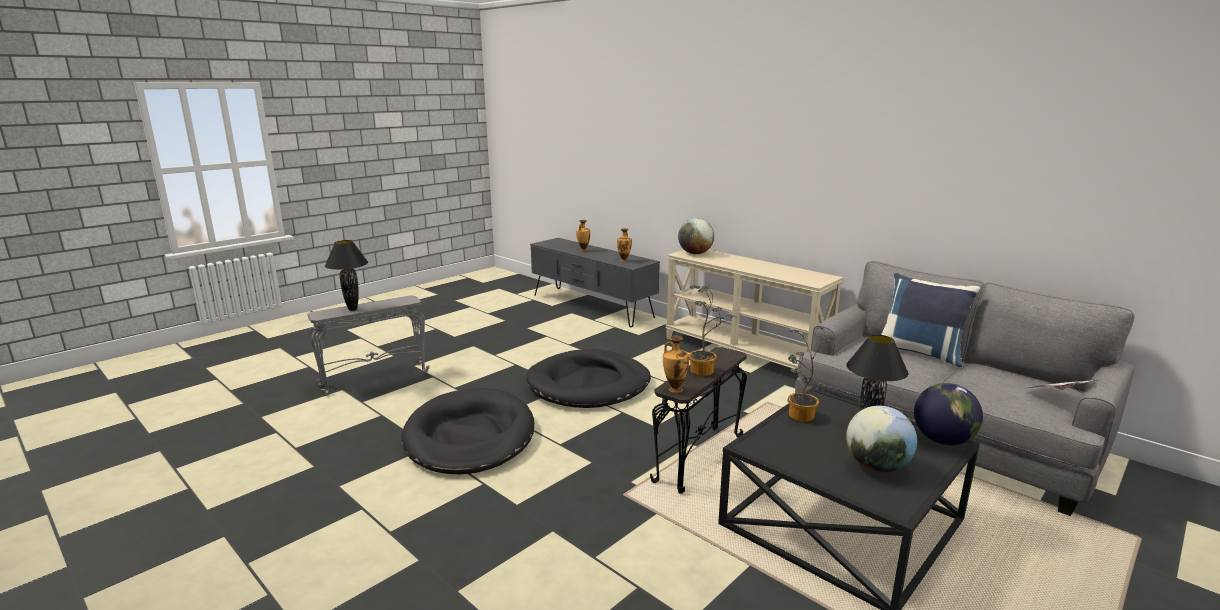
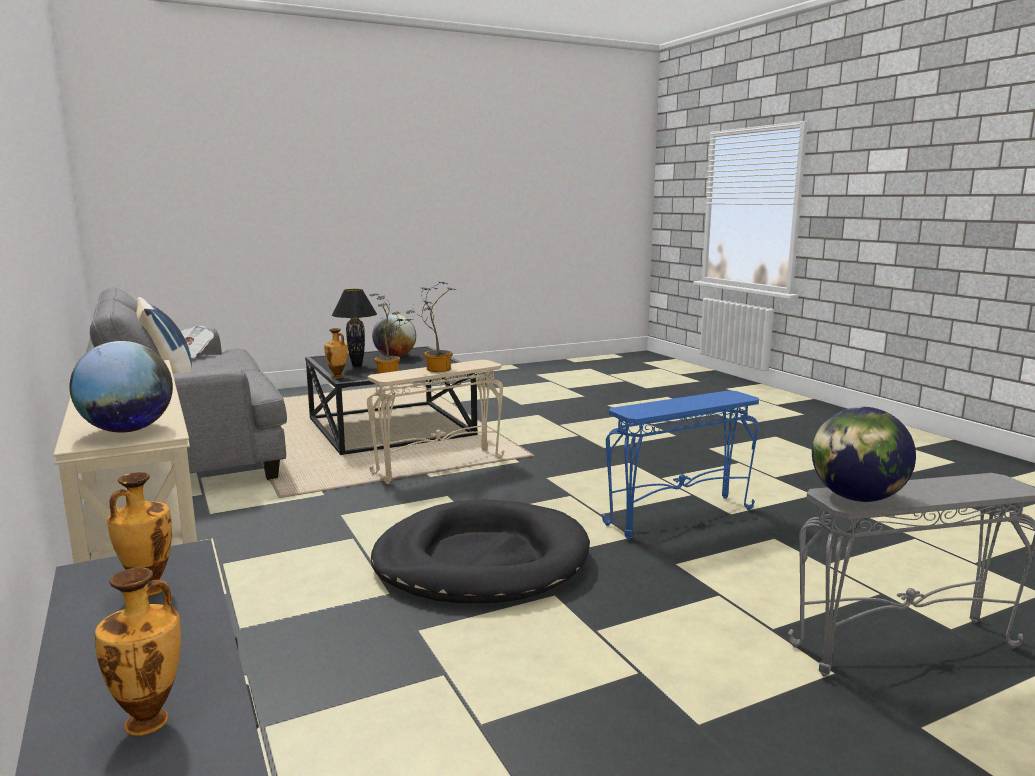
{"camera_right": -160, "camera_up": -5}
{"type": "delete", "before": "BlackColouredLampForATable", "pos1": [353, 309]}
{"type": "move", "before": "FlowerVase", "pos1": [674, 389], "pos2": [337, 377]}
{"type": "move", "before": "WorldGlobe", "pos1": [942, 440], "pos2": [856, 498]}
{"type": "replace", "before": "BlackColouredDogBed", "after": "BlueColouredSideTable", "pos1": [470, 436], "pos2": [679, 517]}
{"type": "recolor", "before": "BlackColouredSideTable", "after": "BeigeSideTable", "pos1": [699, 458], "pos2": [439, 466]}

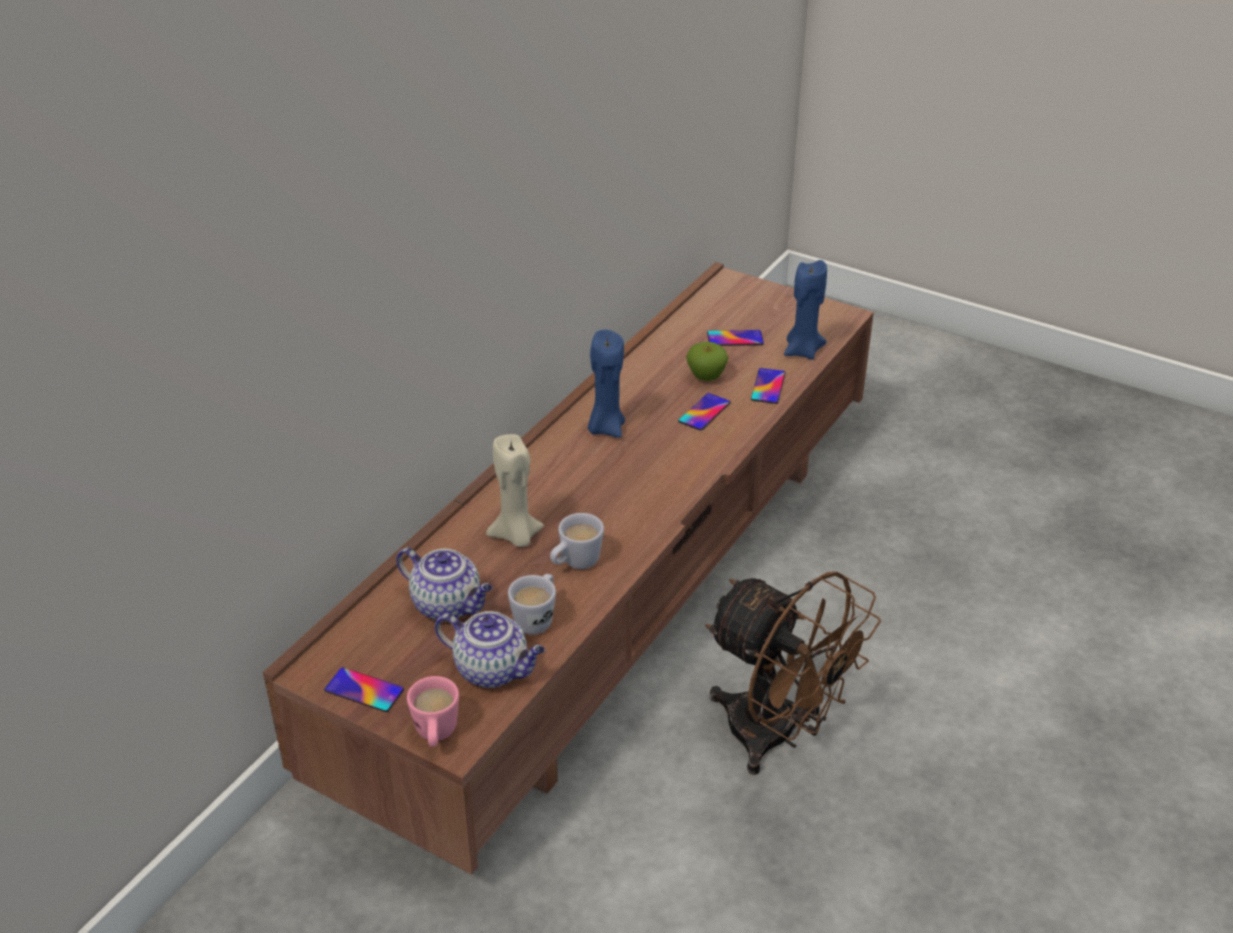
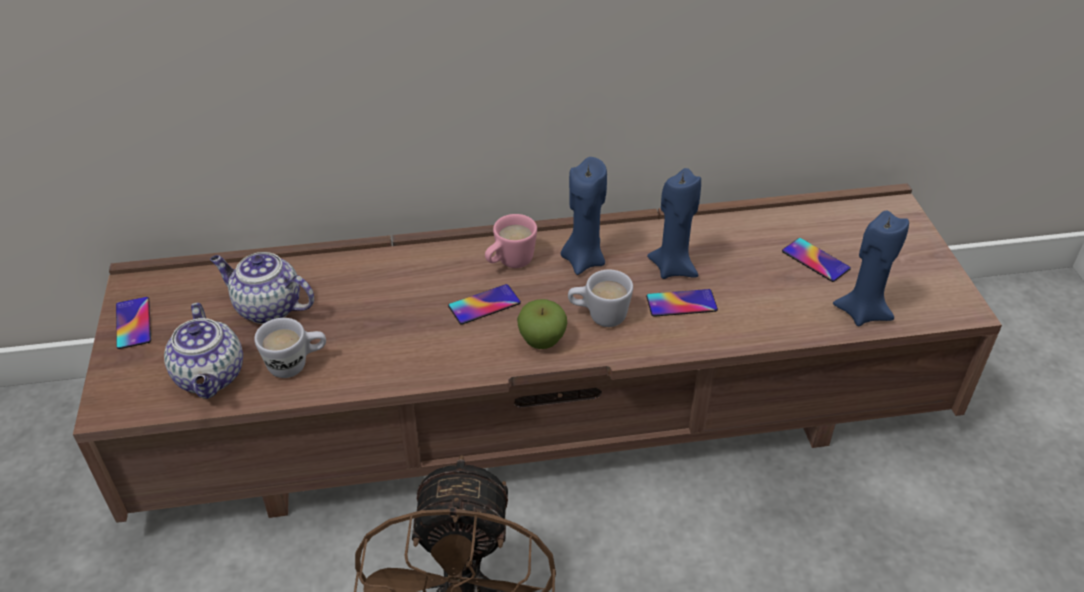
{"camera_right": 50, "camera_up": 5}
{"type": "delete", "before": "BeigeCandle", "pos1": [516, 536]}
{"type": "insert", "after": "BlueColouredCandle", "pos2": [673, 267]}
{"type": "move", "before": "PinkColouredCoffeeMug", "pos1": [436, 736], "pos2": [509, 263]}
{"type": "move", "before": "WhitishCoffeeMug", "pos1": [575, 564], "pos2": [599, 316]}
{"type": "move", "before": "AppleFruit", "pos1": [706, 377], "pos2": [542, 341]}
{"type": "move", "before": "Telephone", "pos1": [768, 386], "pos2": [484, 305]}
{"type": "rotate", "before": "TeaPot", "pos1": [448, 606], "pos2": [267, 308], "turn": 120}

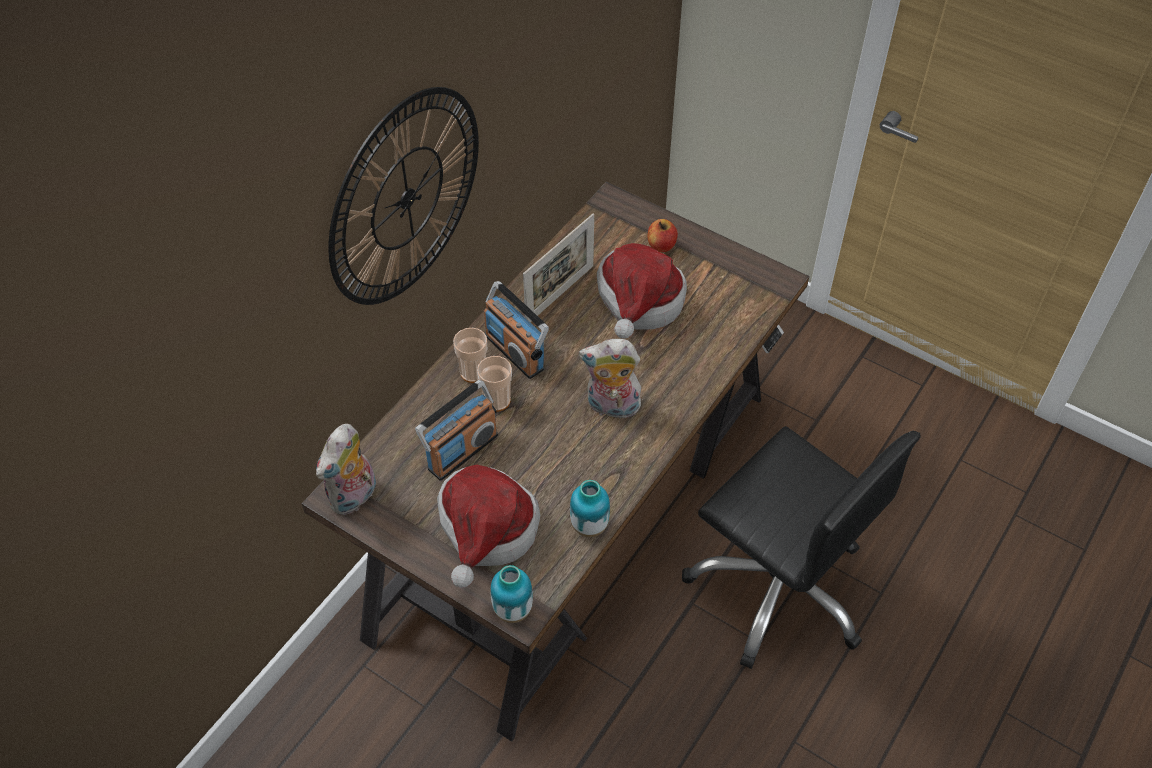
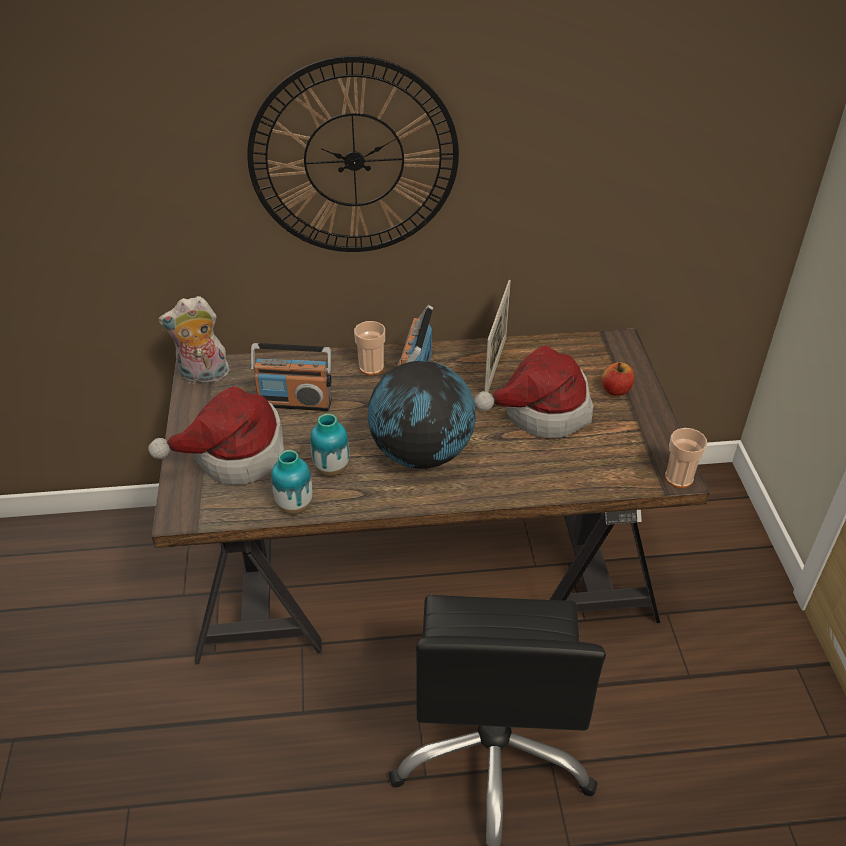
{"camera_right": 50, "camera_up": -10}
{"type": "move", "before": "SmallCup", "pos1": [497, 400], "pos2": [679, 478]}
{"type": "move", "before": "FlowerVase", "pos1": [513, 610], "pos2": [331, 469]}
{"type": "replace", "before": "SoftToy", "after": "WorldGlobe", "pos1": [611, 407], "pos2": [422, 453]}
{"type": "rotate", "before": "PictureFrame", "pos1": [560, 294], "pos2": [495, 367], "turn": -75}

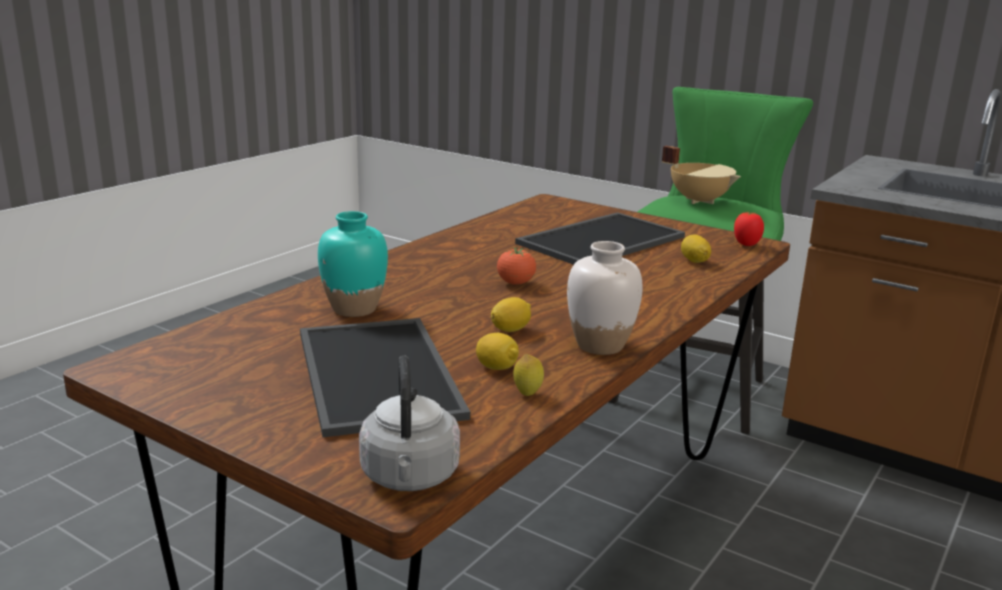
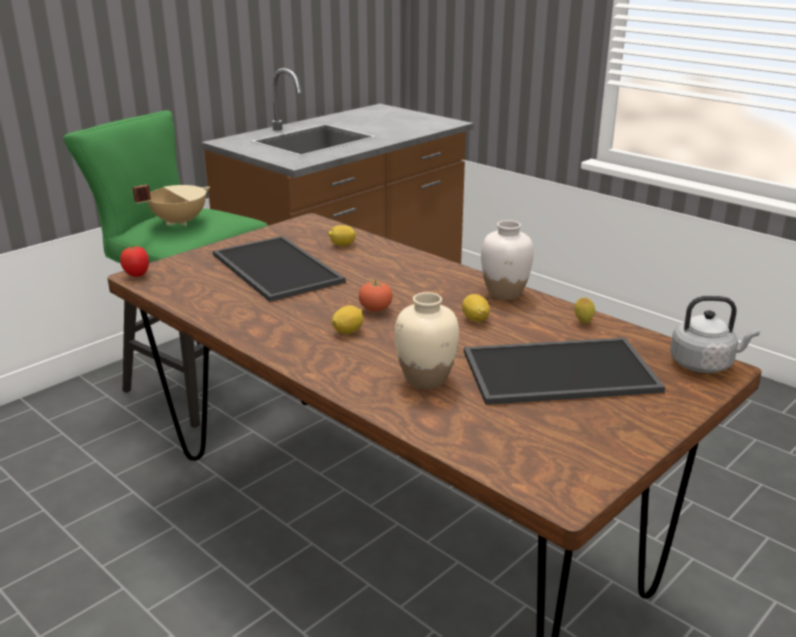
{"camera_right": -80, "camera_up": 5}
{"type": "move", "before": "Lemon", "pos1": [497, 367], "pos2": [348, 331]}
{"type": "move", "before": "FreshTomato", "pos1": [746, 245], "pos2": [137, 275]}
{"type": "recolor", "before": "BlueGreenFlowerVase", "after": "BeigeFlowerVase", "pos1": [354, 309], "pos2": [426, 379]}

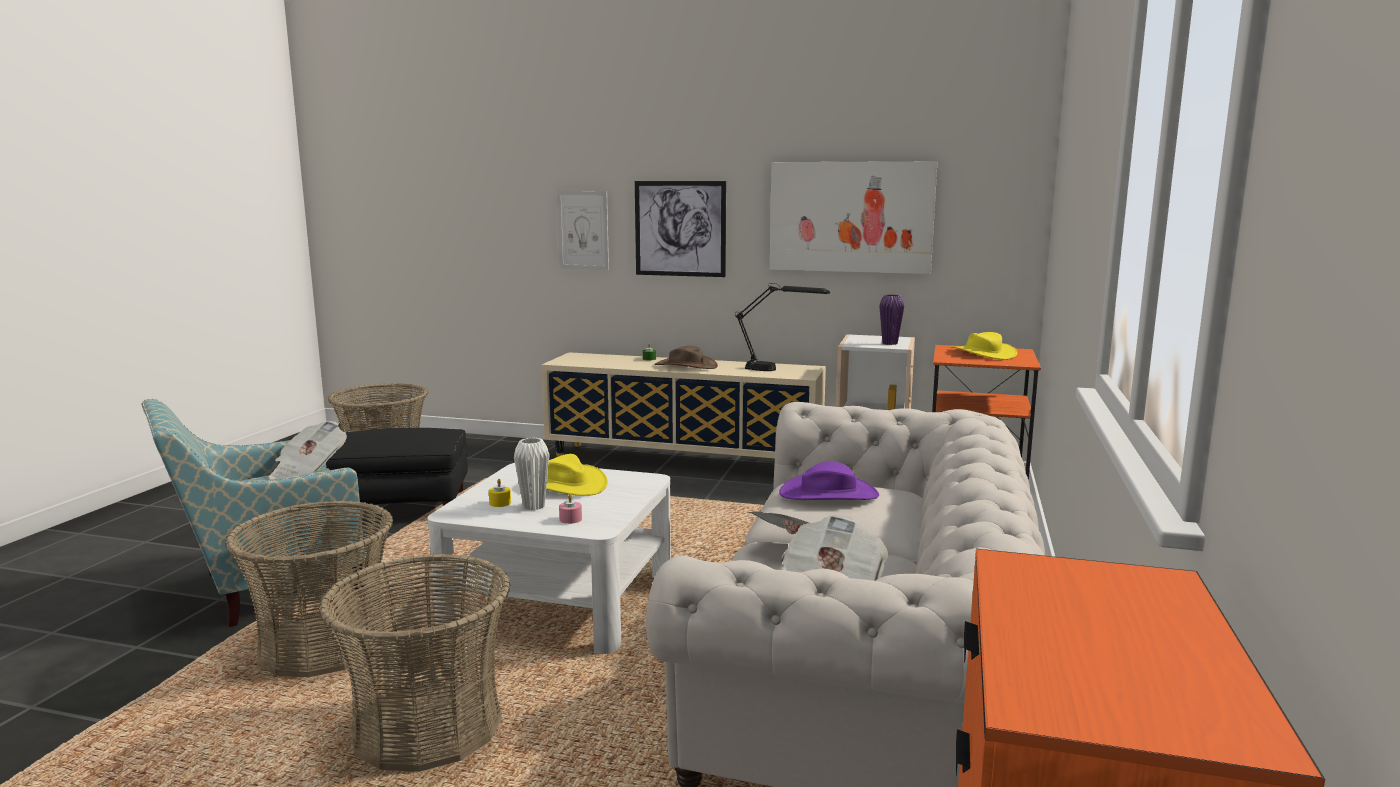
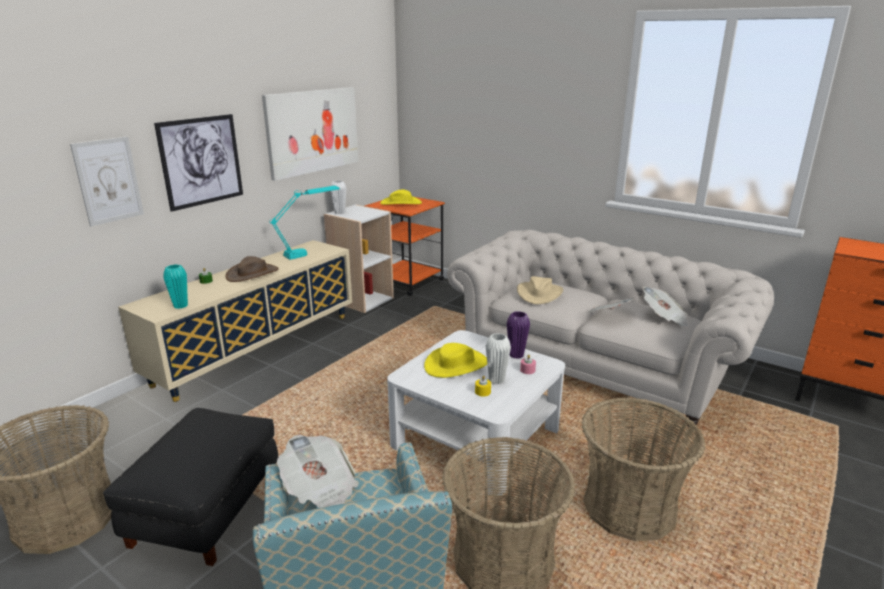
{"camera_right": -70, "camera_up": 10}
{"type": "insert", "after": "BlueGreenFlowerVase", "pos2": [180, 306]}
{"type": "insert", "after": "WhitishFlowerVase", "pos2": [340, 212]}
{"type": "move", "before": "PurpleColouredFlowerVase", "pos1": [889, 343], "pos2": [516, 355]}
{"type": "recolor", "before": "BlackColouredLampForATable", "after": "BlueGreenLampForATable", "pos1": [779, 370], "pos2": [309, 252]}
{"type": "recolor", "before": "PurpleColouredClothingHat", "after": "BeigeClothingHat", "pos1": [828, 494], "pos2": [539, 293]}

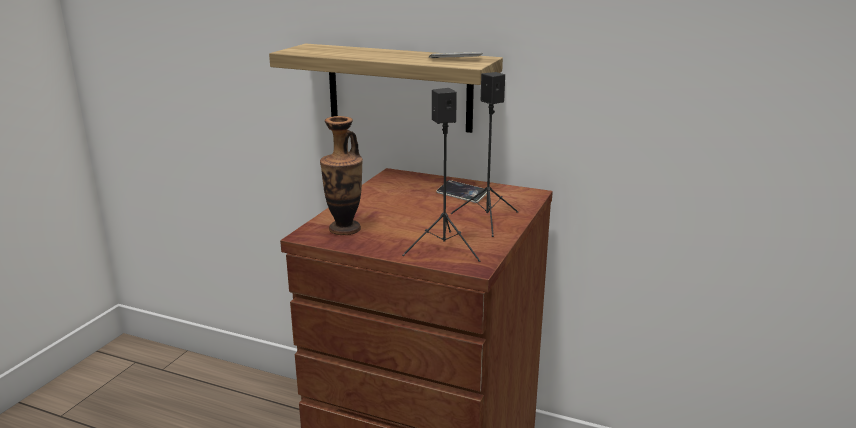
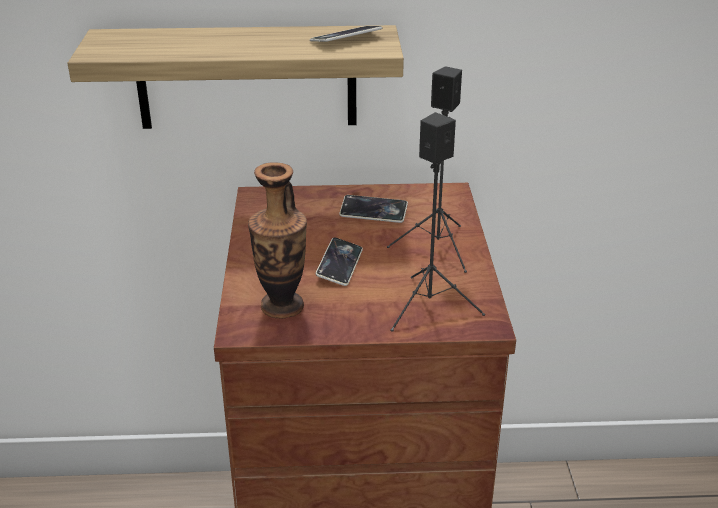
{"camera_right": -25, "camera_up": 10}
{"type": "insert", "after": "Telephone", "pos2": [339, 265]}

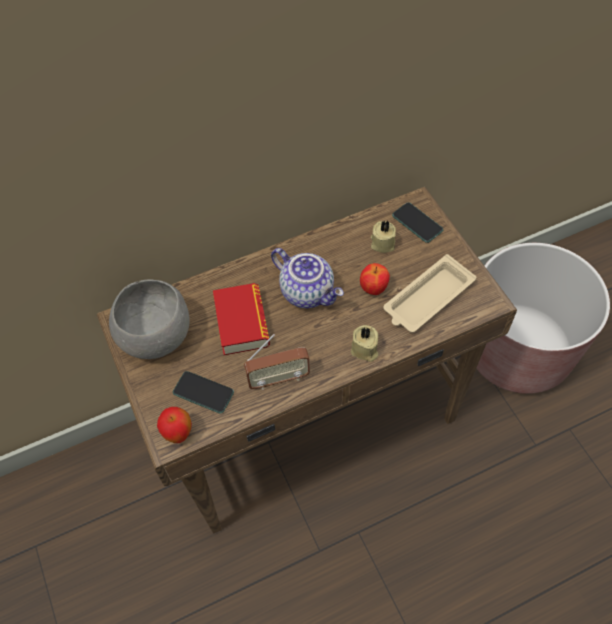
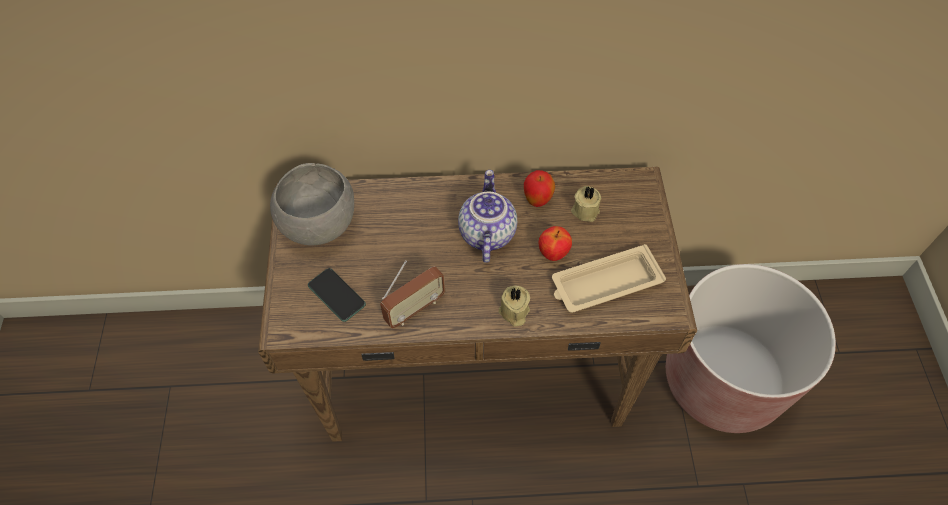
{"camera_right": 20, "camera_up": 0}
{"type": "delete", "before": "Book", "pos1": [242, 323]}
{"type": "delete", "before": "Telephone", "pos1": [417, 223]}
{"type": "move", "before": "AppleFruit", "pos1": [178, 434], "pos2": [537, 200]}
{"type": "rotate", "before": "Radio", "pos1": [278, 379], "pos2": [414, 309], "turn": -45}
{"type": "rotate", "before": "TeaPot", "pos1": [308, 292], "pos2": [485, 233], "turn": -150}

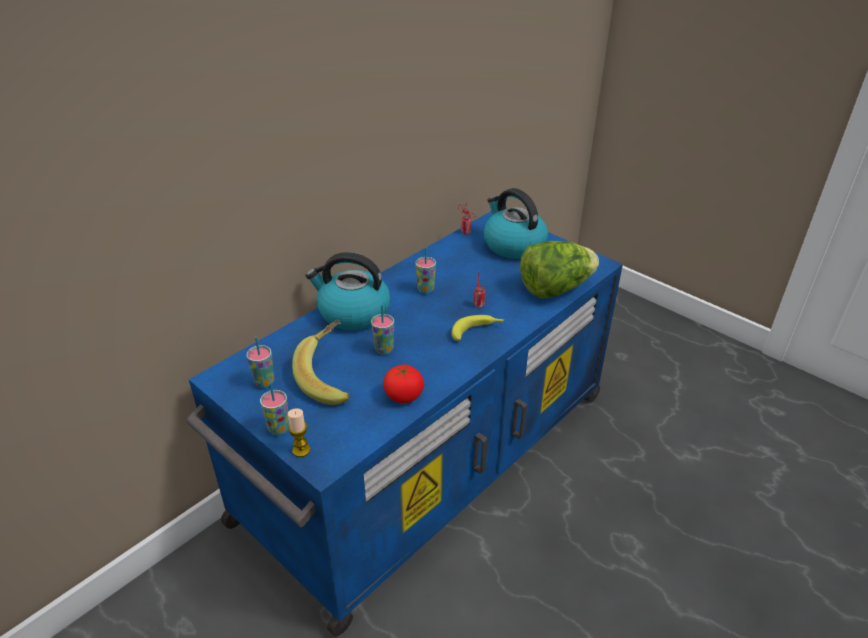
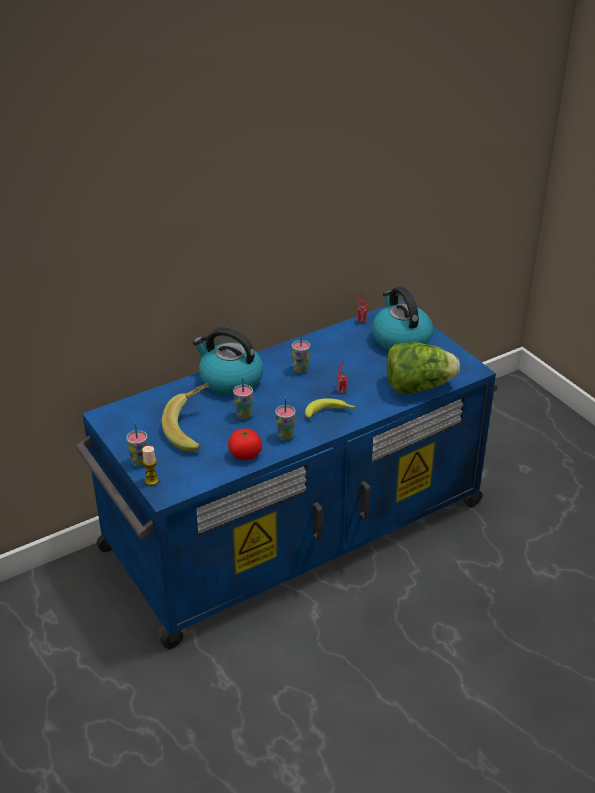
{"camera_right": 15, "camera_up": 0}
{"type": "move", "before": "SmallCup", "pos1": [264, 382], "pos2": [285, 436]}

